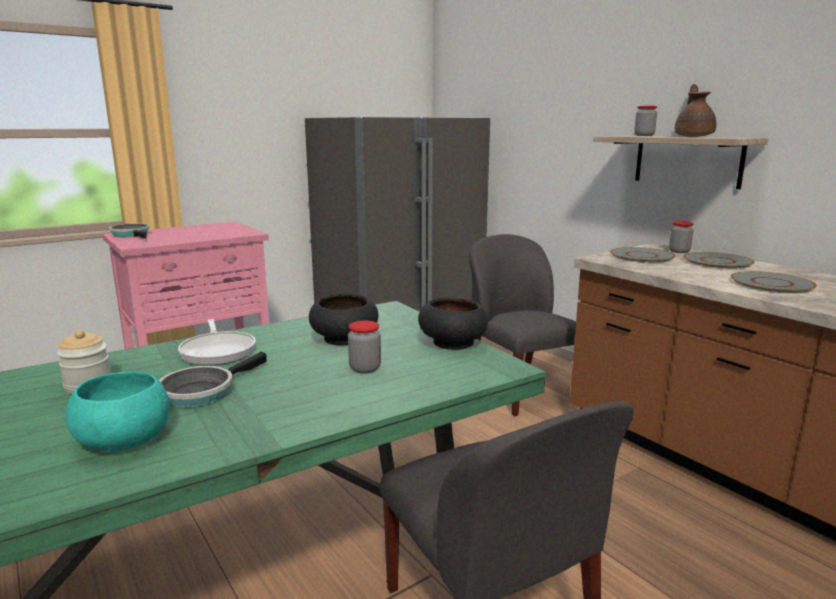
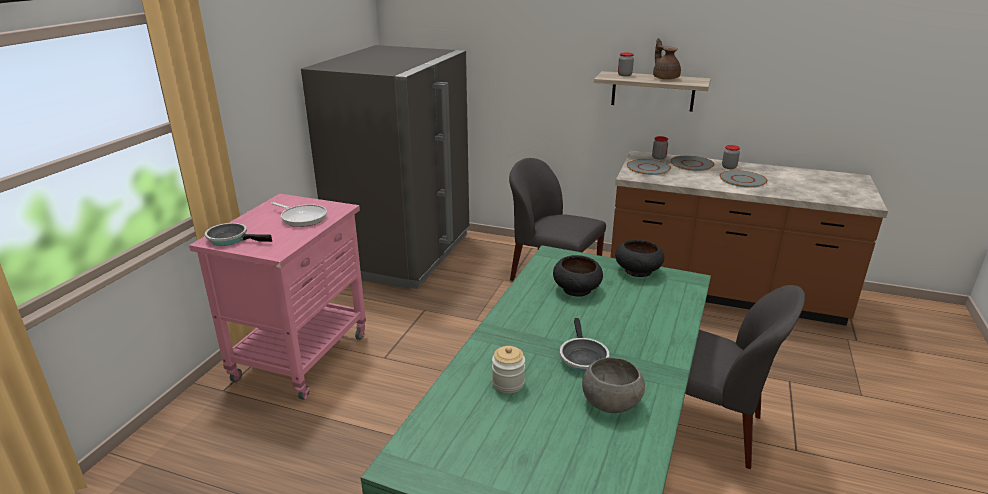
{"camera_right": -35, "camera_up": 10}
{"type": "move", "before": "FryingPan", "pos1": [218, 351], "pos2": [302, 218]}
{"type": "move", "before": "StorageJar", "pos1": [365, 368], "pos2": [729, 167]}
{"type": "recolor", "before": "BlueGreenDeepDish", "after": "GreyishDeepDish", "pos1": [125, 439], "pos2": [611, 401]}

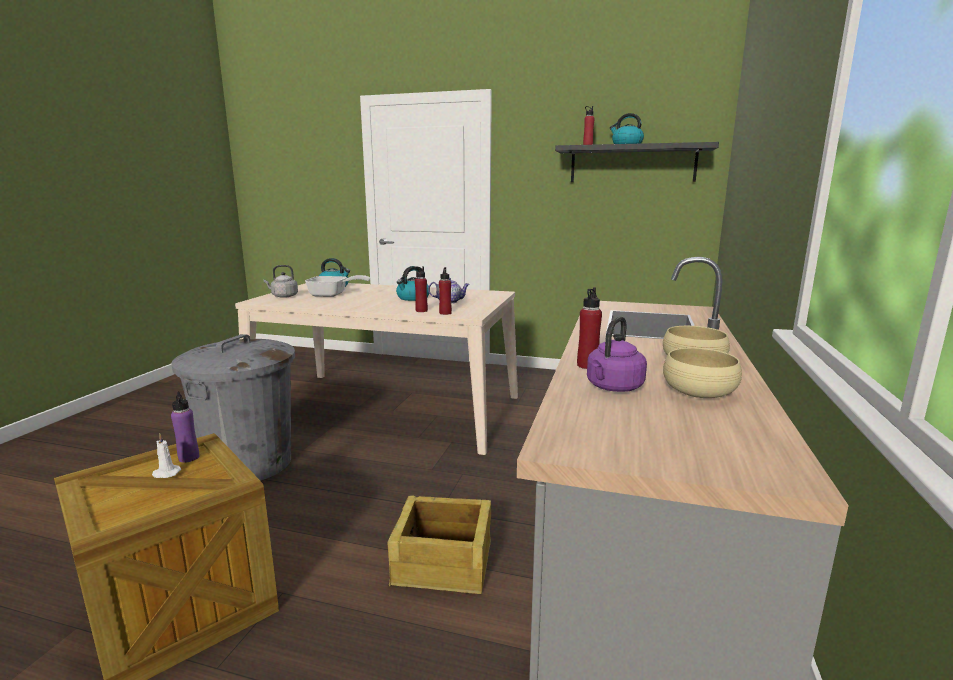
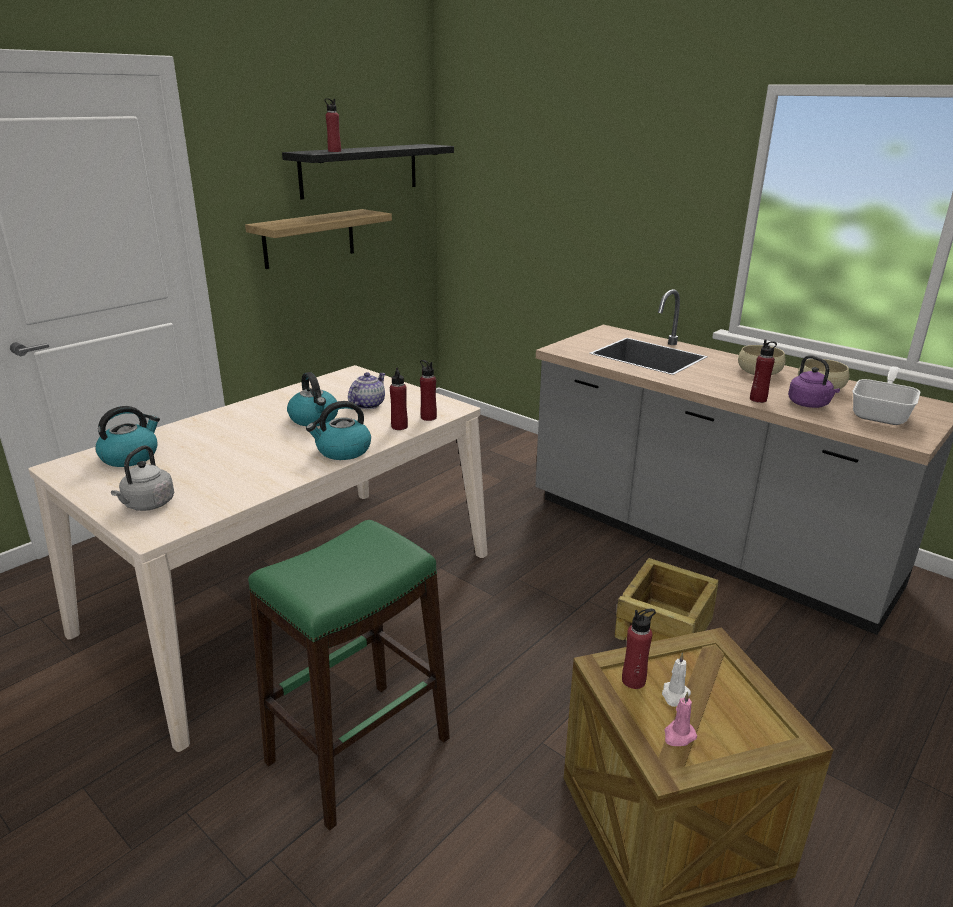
{"camera_right": -65, "camera_up": 10}
{"type": "insert", "after": "BracketShelf", "pos2": [309, 238]}
{"type": "insert", "after": "PinkColouredCandle", "pos2": [678, 736]}
{"type": "move", "before": "FryingPan", "pos1": [332, 295], "pos2": [882, 414]}
{"type": "move", "before": "WaterKettle", "pos1": [626, 144], "pos2": [342, 451]}
{"type": "replace", "before": "GreyishTrashCan", "after": "GreenColouredStool", "pos1": [249, 464], "pos2": [358, 751]}
{"type": "recolor", "before": "PurpleColouredDrinkBottle", "after": "RedColouredDrinkBottle", "pos1": [189, 458], "pos2": [633, 680]}

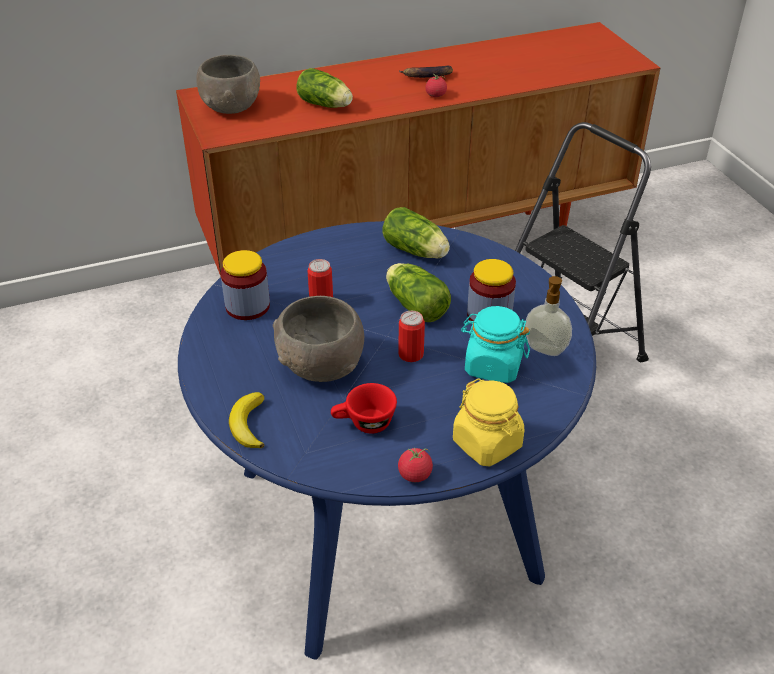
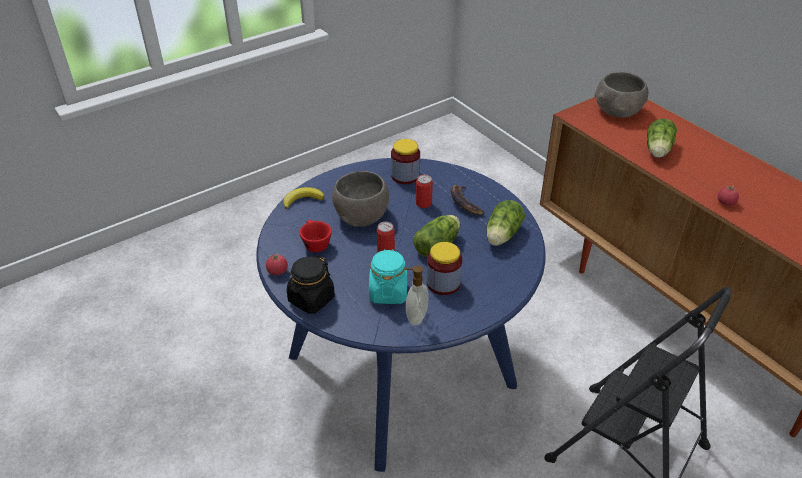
{"camera_right": 75, "camera_up": 0}
{"type": "move", "before": "WholeBanana", "pos1": [427, 76], "pos2": [465, 203]}
{"type": "recolor", "before": "YellowishStorageJar", "after": "BlackColouredStorageJar", "pos1": [487, 444], "pos2": [311, 299]}

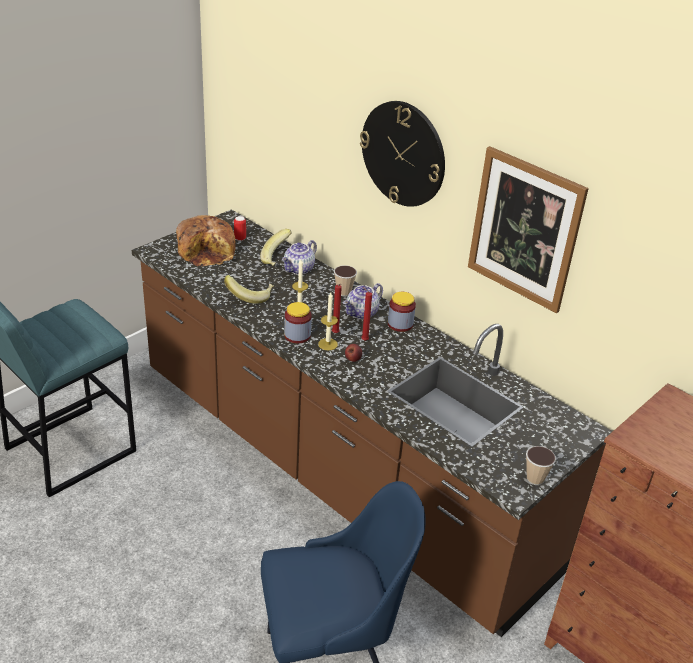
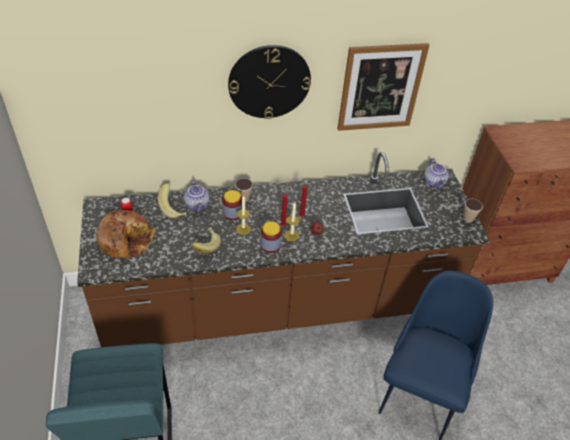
{"camera_right": -55, "camera_up": 10}
{"type": "move", "before": "TeaPot", "pos1": [362, 313], "pos2": [434, 182]}
{"type": "move", "before": "StorageJar", "pos1": [400, 324], "pos2": [232, 213]}

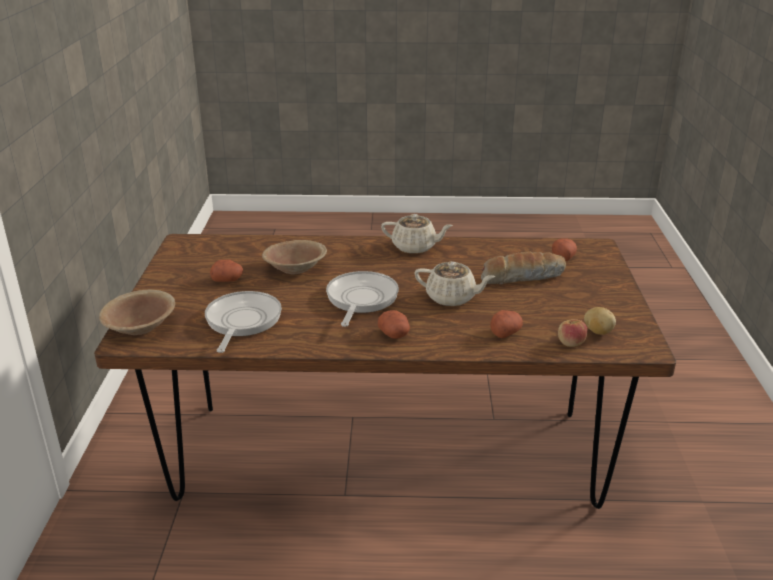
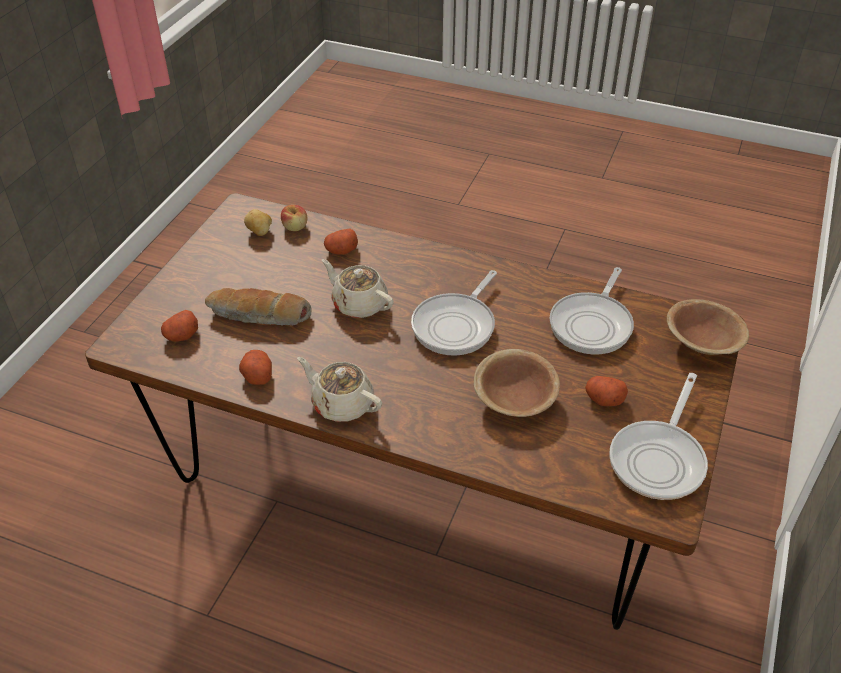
{"camera_right": -160, "camera_up": 15}
{"type": "insert", "after": "FryingPan", "pos2": [659, 459]}
{"type": "move", "before": "WholePotato", "pos1": [394, 334], "pos2": [257, 375]}

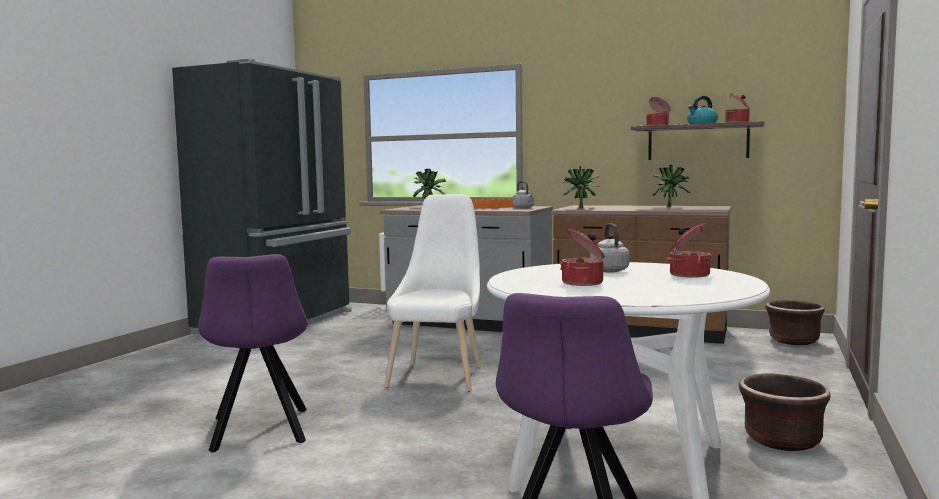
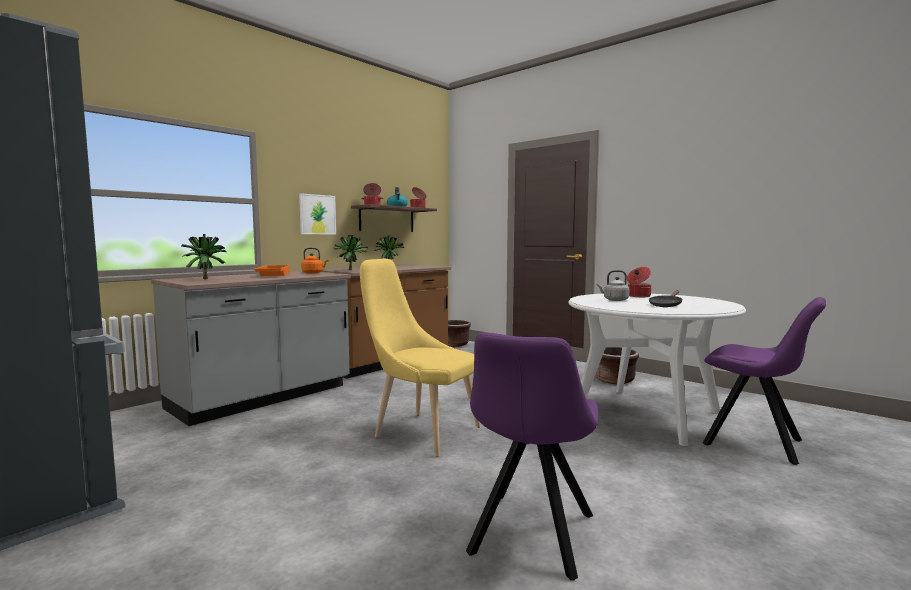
{"camera_right": -70, "camera_up": 0}
{"type": "insert", "after": "WallArt", "pos2": [317, 214]}
{"type": "replace", "before": "Stockpot", "after": "BlackColouredFryingPan", "pos1": [583, 283], "pos2": [666, 305]}
{"type": "recolor", "before": "WhitishChair", "after": "YellowishChair", "pos1": [439, 375], "pos2": [421, 431]}
{"type": "recolor", "before": "GreyishWaterKettle", "after": "OrangeColouredWaterKettle", "pos1": [524, 208], "pos2": [313, 273]}
{"type": "rotate", "before": "PurpleColouredChair", "pos1": [260, 430], "pos2": [531, 534], "turn": 105}

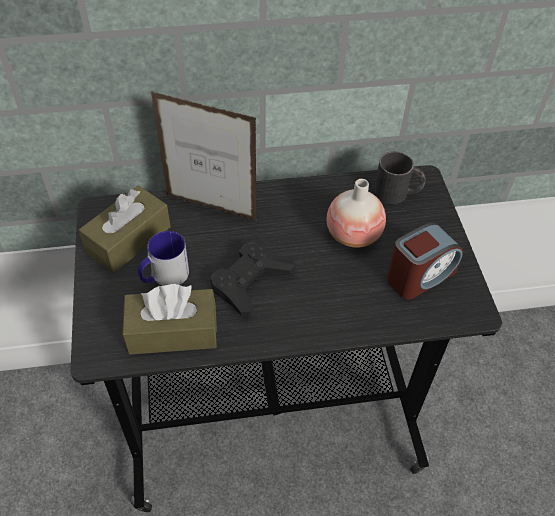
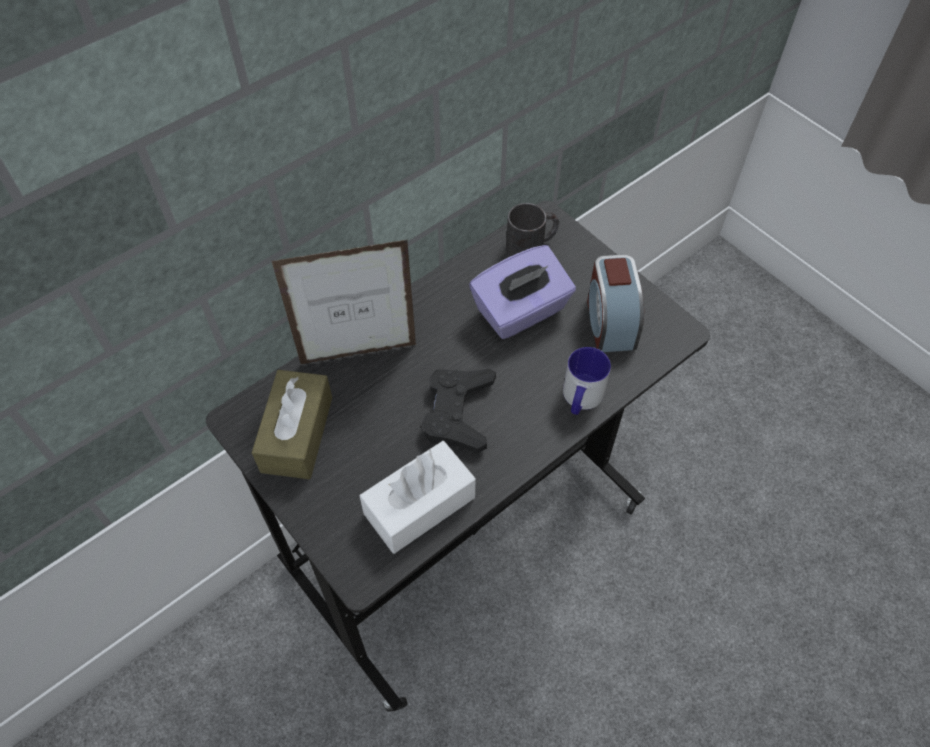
{"camera_right": -30, "camera_up": 5}
{"type": "move", "before": "CoffeeMug", "pos1": [164, 276], "pos2": [580, 399]}
{"type": "replace", "before": "FlowerVase", "after": "PurpleColouredBoxOfTissues", "pos1": [353, 235], "pos2": [521, 311]}
{"type": "recolor", "before": "BrownBoxOfTissues", "after": "WhitishBoxOfTissues", "pos1": [172, 331], "pos2": [419, 506]}
{"type": "rotate", "before": "TableClock", "pos1": [419, 276], "pos2": [610, 322], "turn": 150}

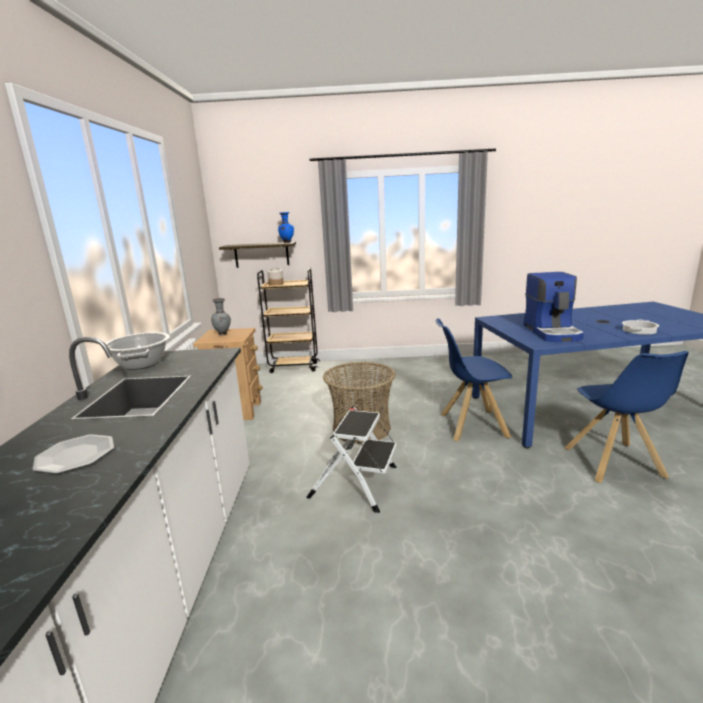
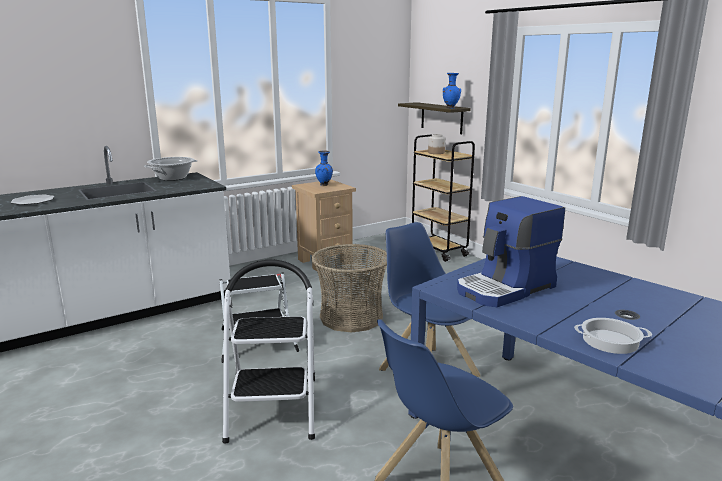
{"camera_right": 55, "camera_up": 0}
{"type": "insert", "after": "Stepladder", "pos2": [274, 406]}
{"type": "recolor", "before": "GreyishFlowerVase", "after": "BlueColouredFlowerVase", "pos1": [223, 334], "pos2": [324, 185]}

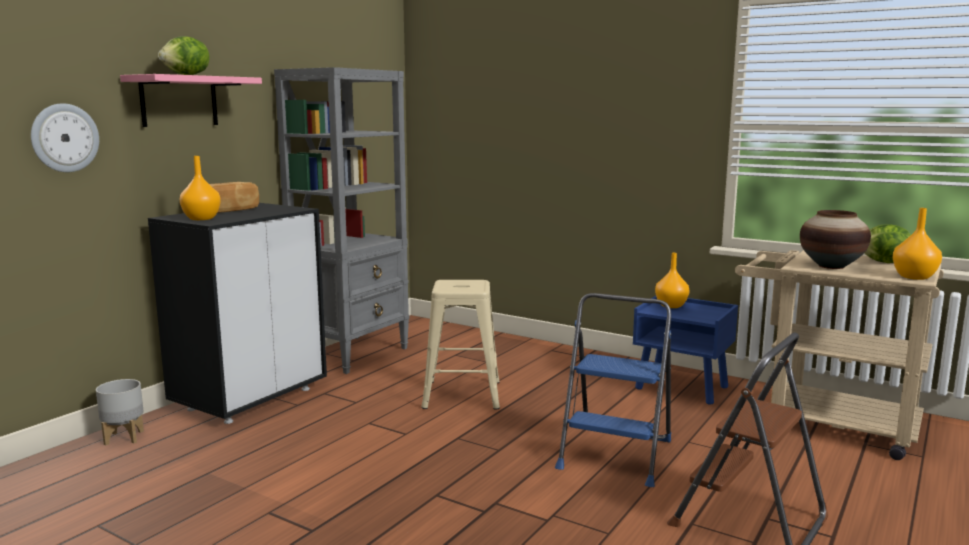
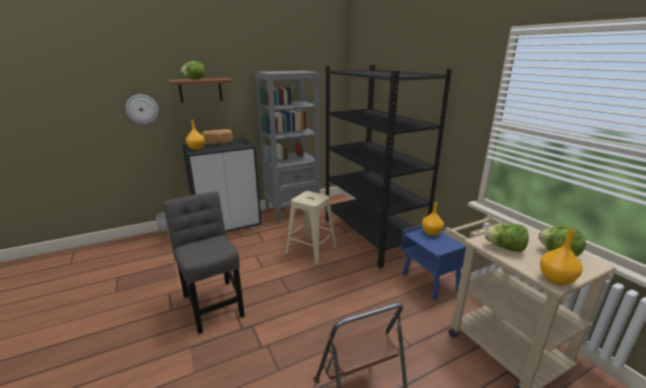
{"camera_right": 30, "camera_up": 10}
{"type": "delete", "before": "BlueColouredStepladder", "pos1": [617, 452]}
{"type": "insert", "after": "GreyishChair", "pos2": [213, 302]}
{"type": "insert", "after": "BlackColouredBookcase", "pos2": [371, 235]}
{"type": "replace", "before": "FlowerVase", "after": "LettuceHead", "pos1": [831, 266], "pos2": [505, 248]}
{"type": "recolor", "before": "PinkColouredBracketShelf", "after": "BrownBracketShelf", "pos1": [179, 101], "pos2": [200, 90]}

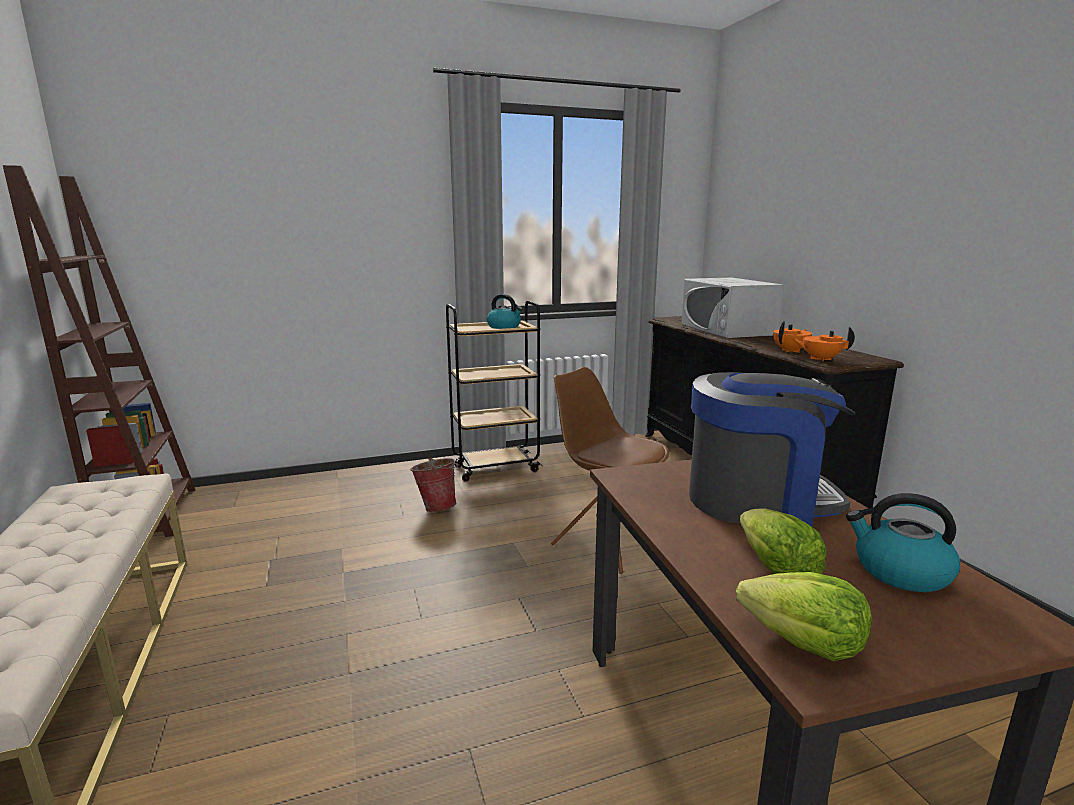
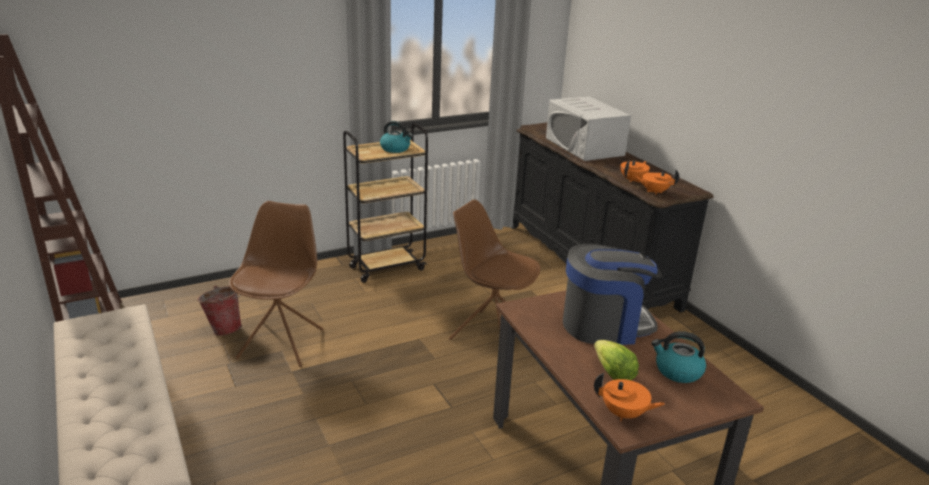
{"camera_right": -10, "camera_up": 10}
{"type": "insert", "after": "BrownChair", "pos2": [282, 343]}
{"type": "move", "before": "Pail", "pos1": [437, 506], "pos2": [224, 329]}
{"type": "replace", "before": "LettuceHead", "after": "OrangeColouredTeaPot", "pos1": [803, 642], "pos2": [624, 414]}

